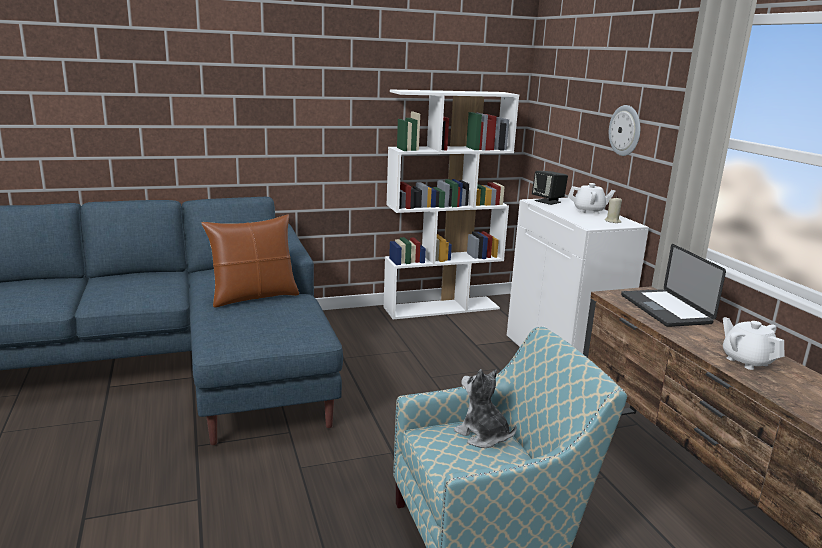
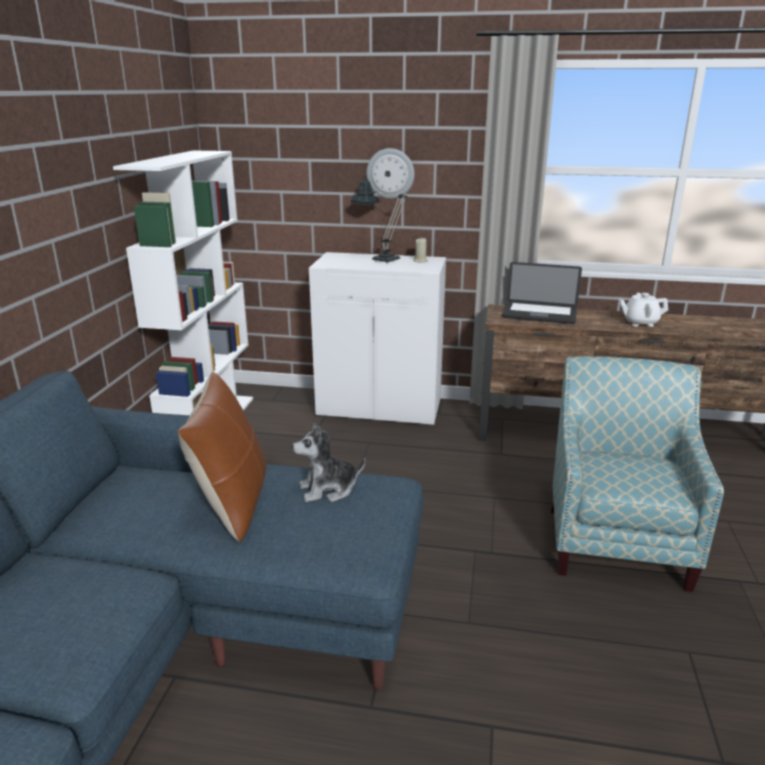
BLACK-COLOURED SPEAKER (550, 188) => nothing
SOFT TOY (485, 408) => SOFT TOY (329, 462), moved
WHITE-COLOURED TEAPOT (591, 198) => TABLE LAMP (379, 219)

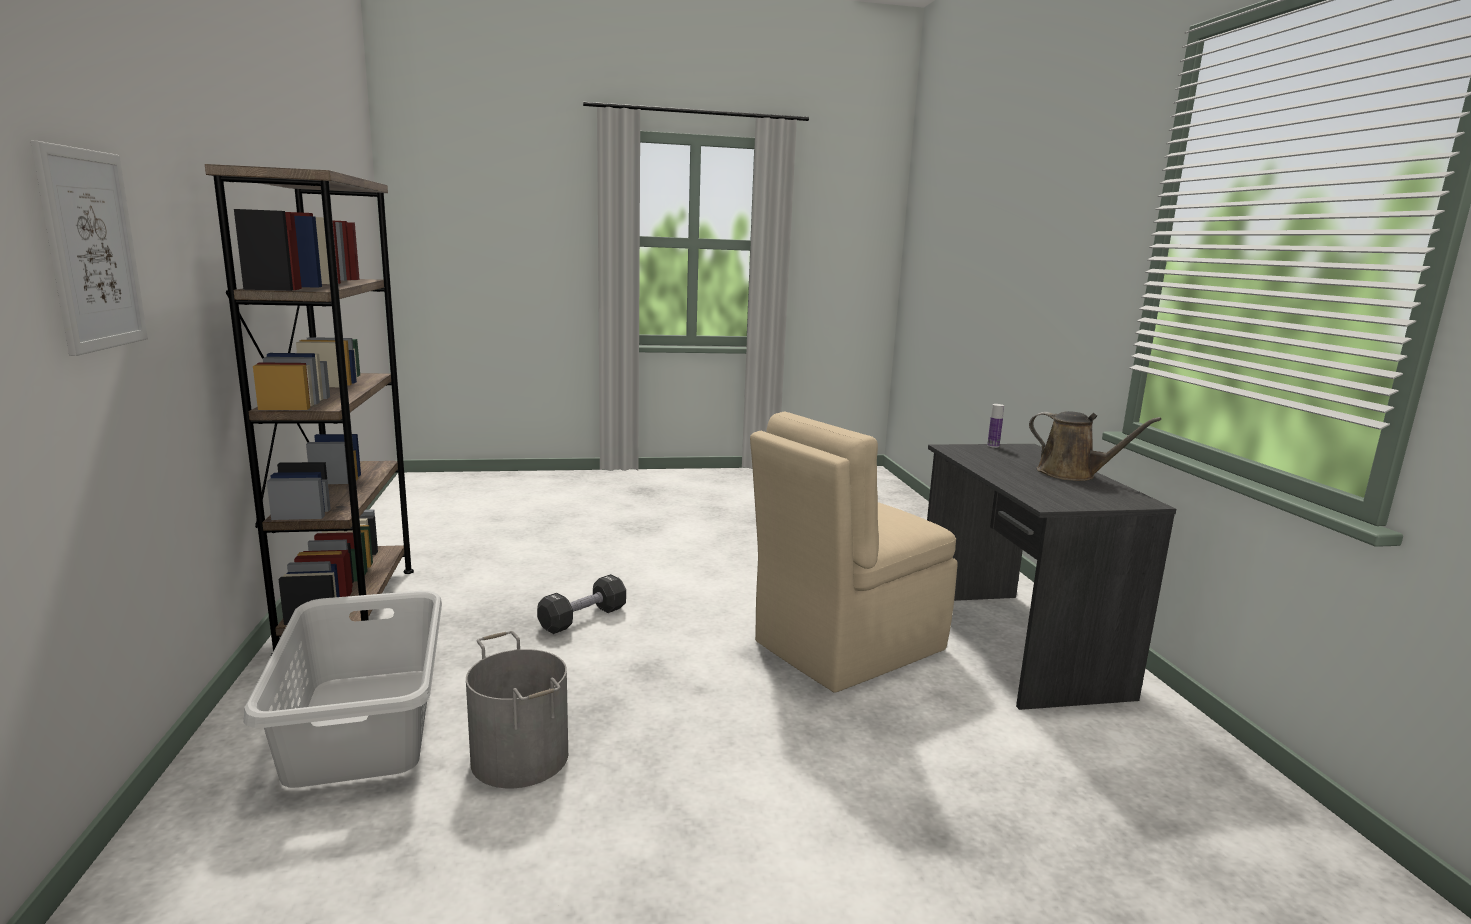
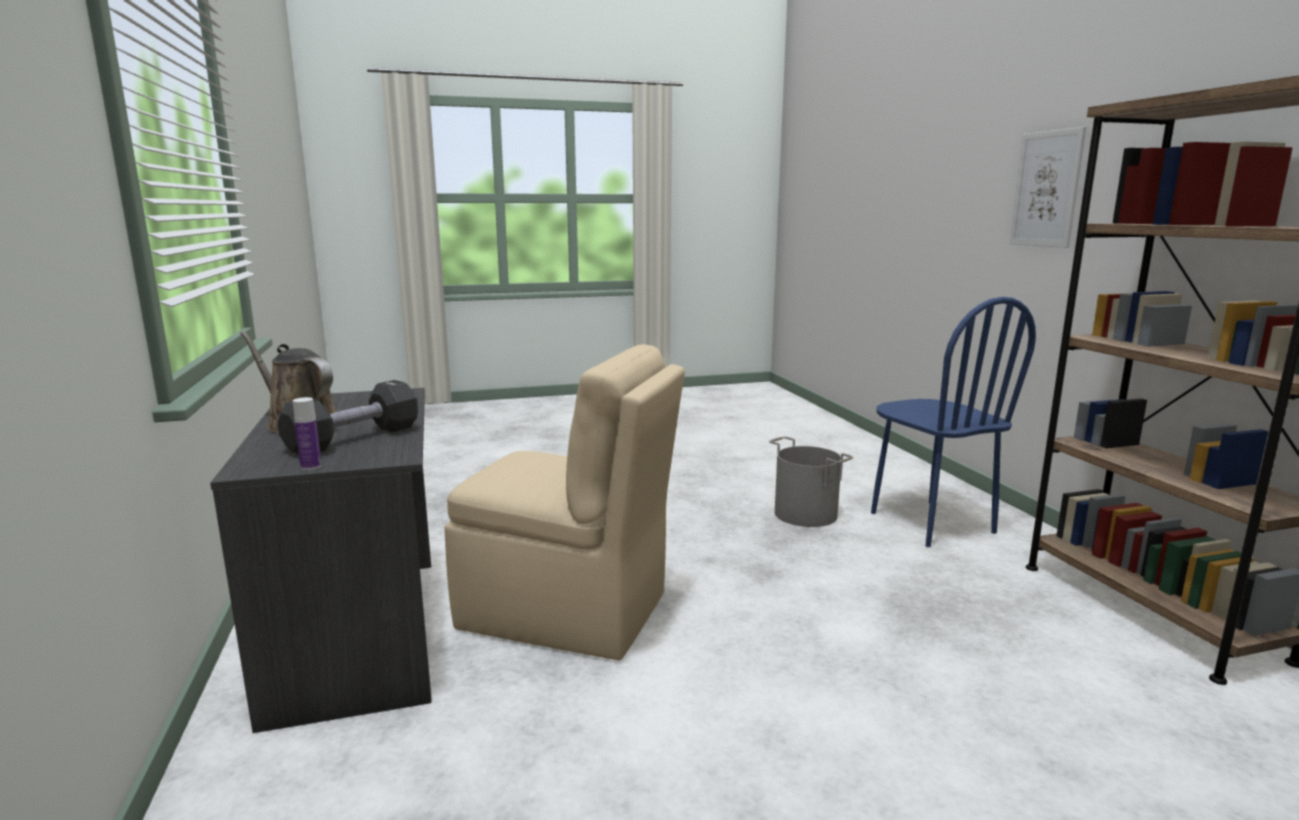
BLACK-COLOURED FREE WEIGHT (581, 604) => BLACK-COLOURED FREE WEIGHT (348, 417), moved
GRAY HAMPER (342, 689) => BLUE-COLOURED PLAIN CHAIR (953, 422)
BEIGE PLAIN CHAIR (854, 552) => BEIGE PLAIN CHAIR (564, 502), 60 degrees clockwise

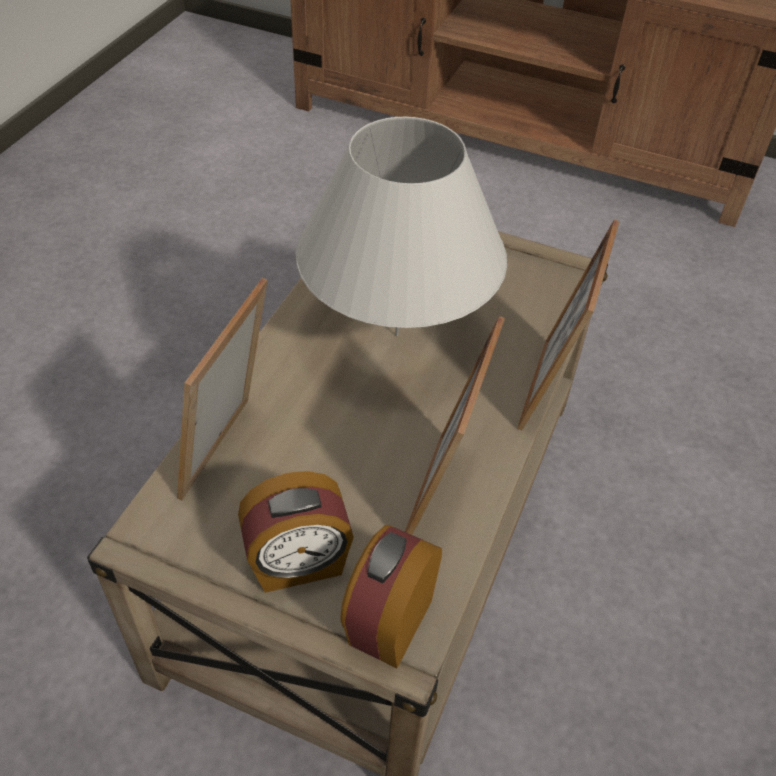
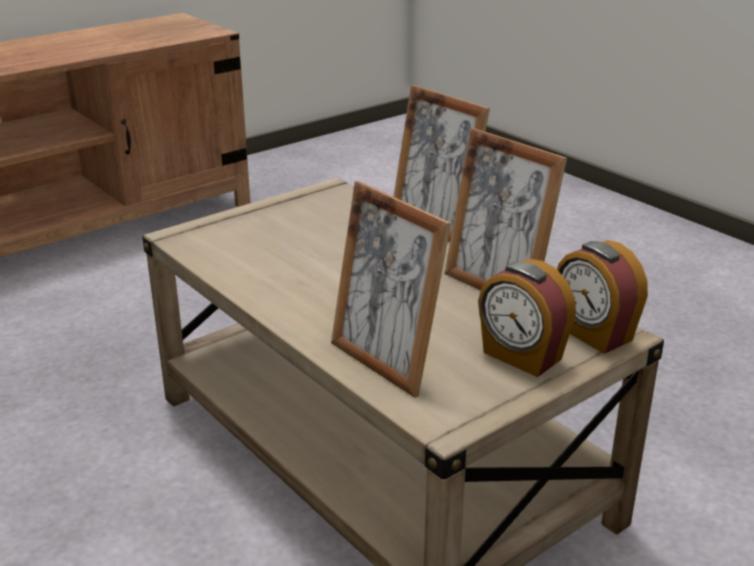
WHITE-COLOURED TABLE LAMP (401, 226) => nothing
TABLE CLOCK (296, 532) => TABLE CLOCK (527, 318), 120 degrees clockwise

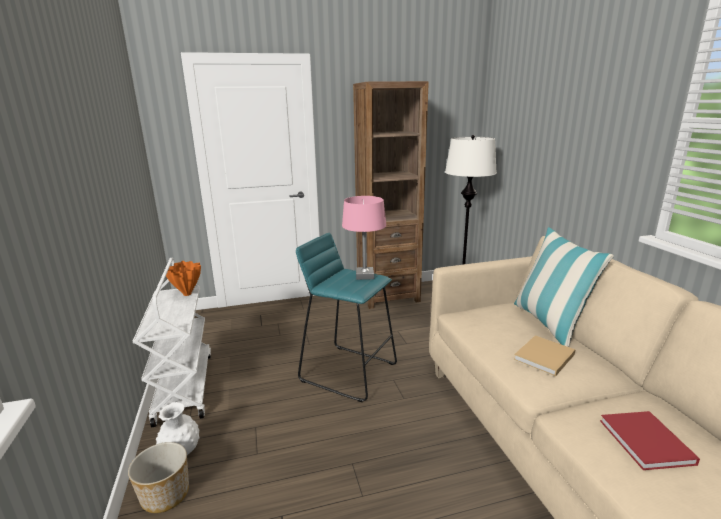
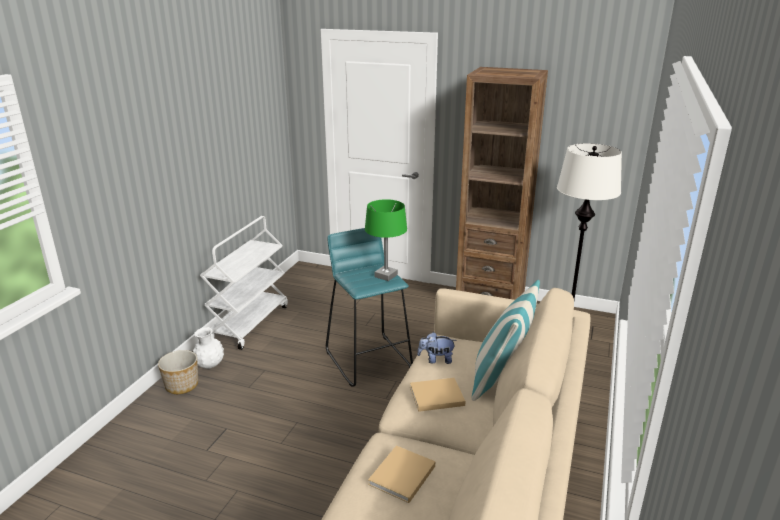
ORANGE DECORATIVE VASE (183, 278) => nothing
nothing => SOFT TOY (437, 348)
PINK-COLOURED TABLE LAMP (364, 238) => GREEN-COLOURED TABLE LAMP (386, 240)
REDDISH VOLUME (650, 440) => BEIGE VOLUME (401, 474)

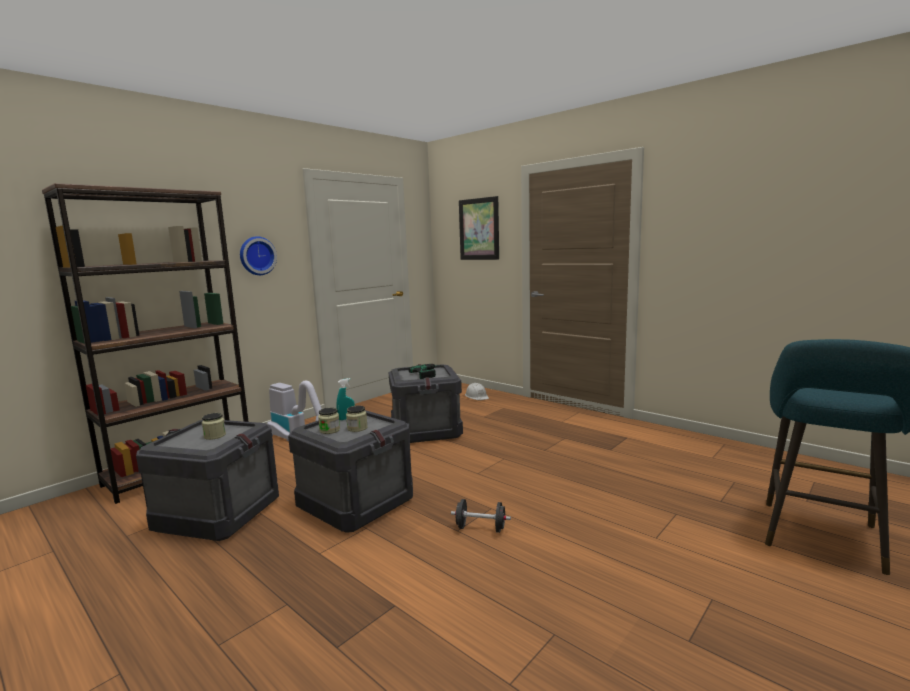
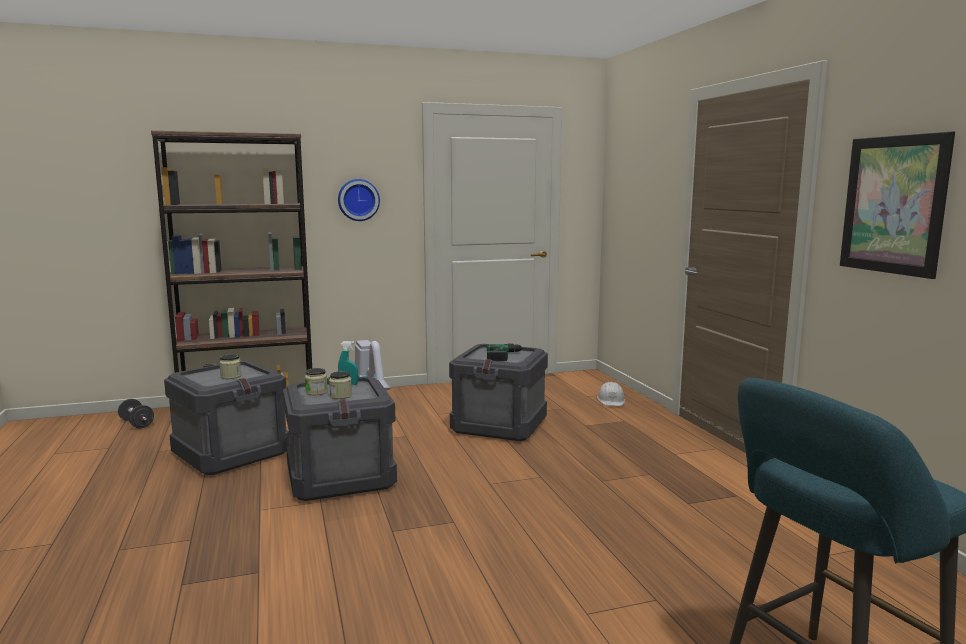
BLACK-COLOURED FREE WEIGHT (481, 516) => BLACK-COLOURED FREE WEIGHT (136, 413), moved
PICTURE (479, 228) => PICTURE (897, 205), moved

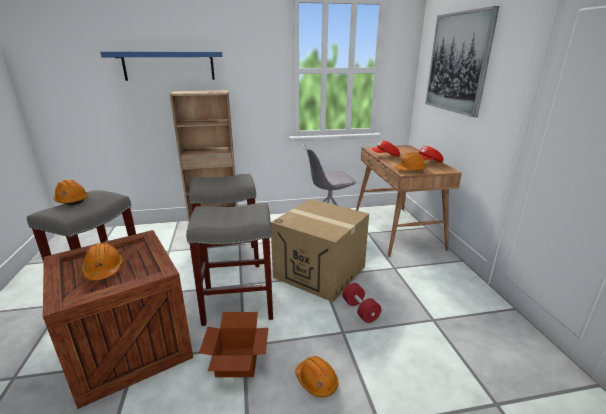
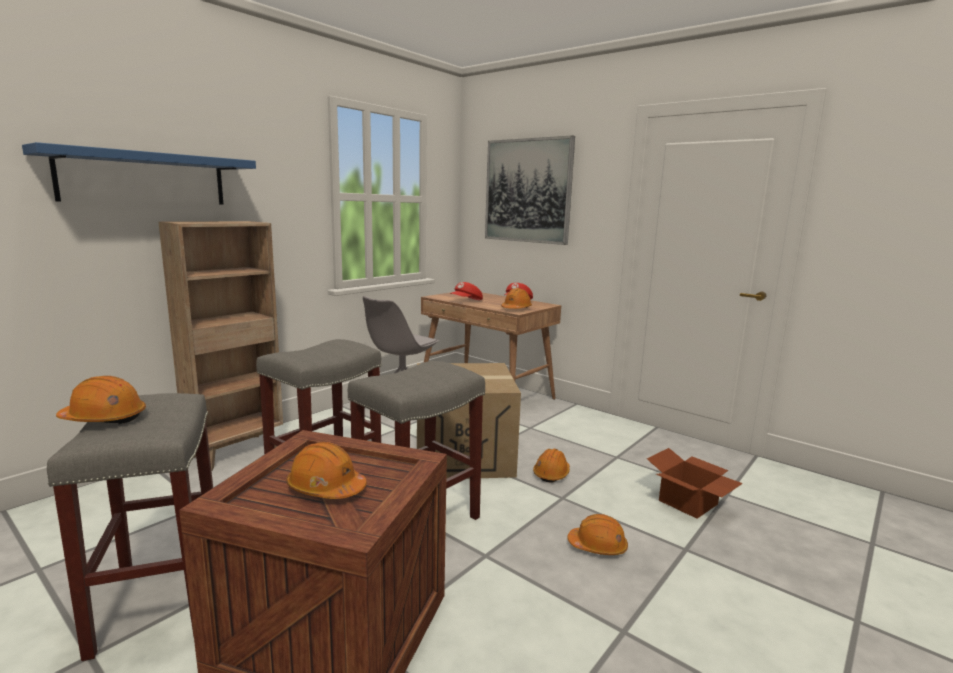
PACKING BOX (234, 344) => PACKING BOX (695, 483), moved
REDDISH FREE WEIGHT (361, 303) => ORANGE HARD HAT (551, 466)

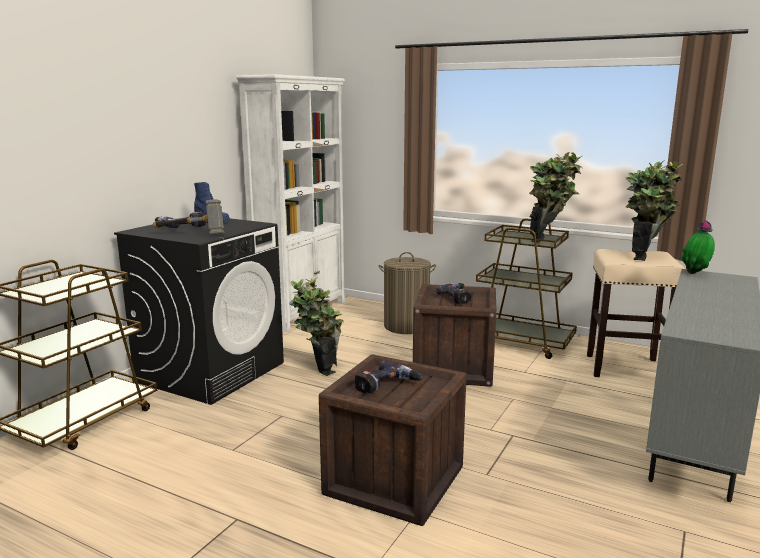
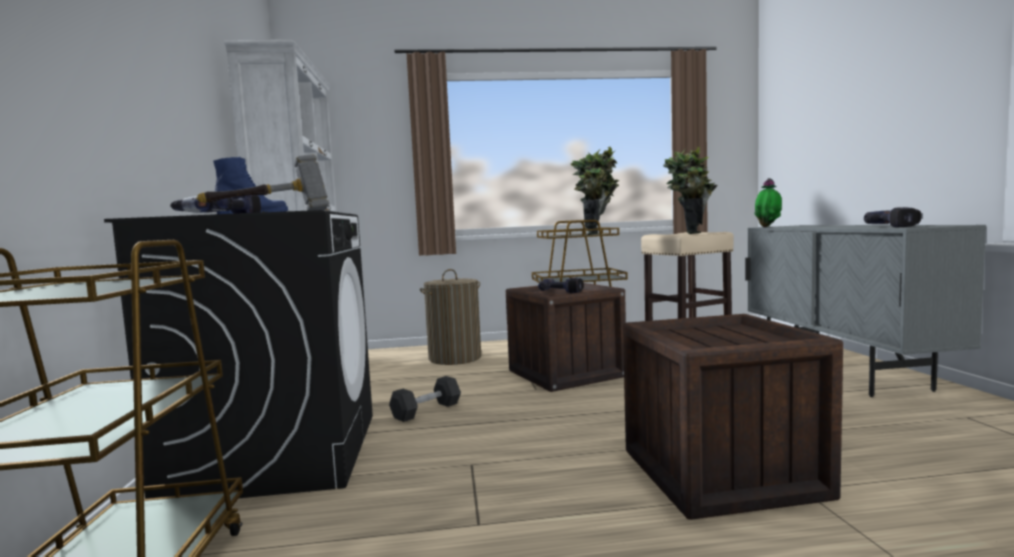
POWER DRILL (389, 377) => POWER DRILL (892, 217), moved
PLANT IN A POT (316, 327) => BLACK-COLOURED FREE WEIGHT (425, 399)

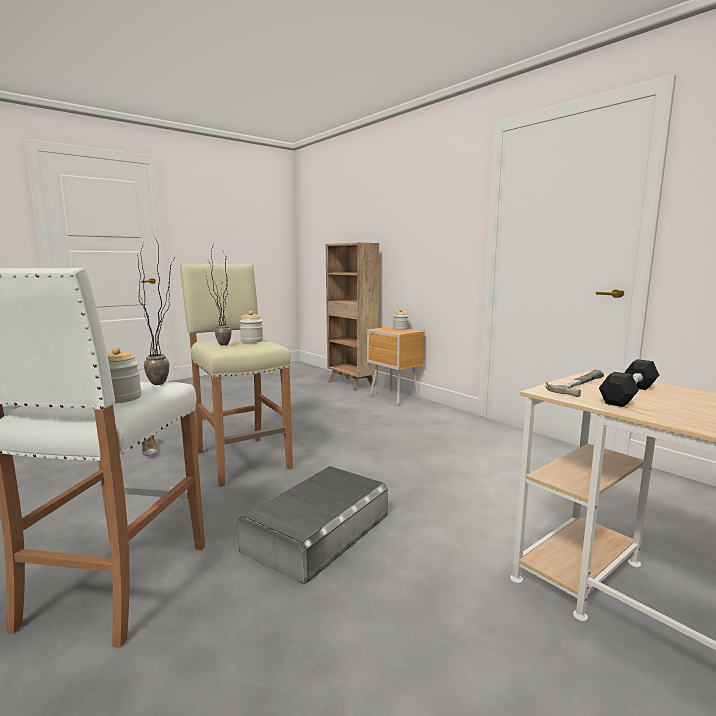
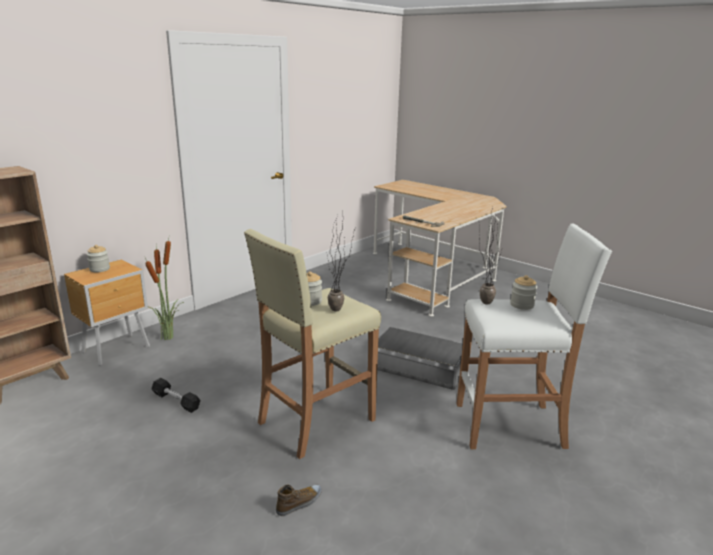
nothing => PLANT IN A POT (164, 289)
BLACK-COLOURED FREE WEIGHT (629, 383) => BLACK-COLOURED FREE WEIGHT (176, 395), moved

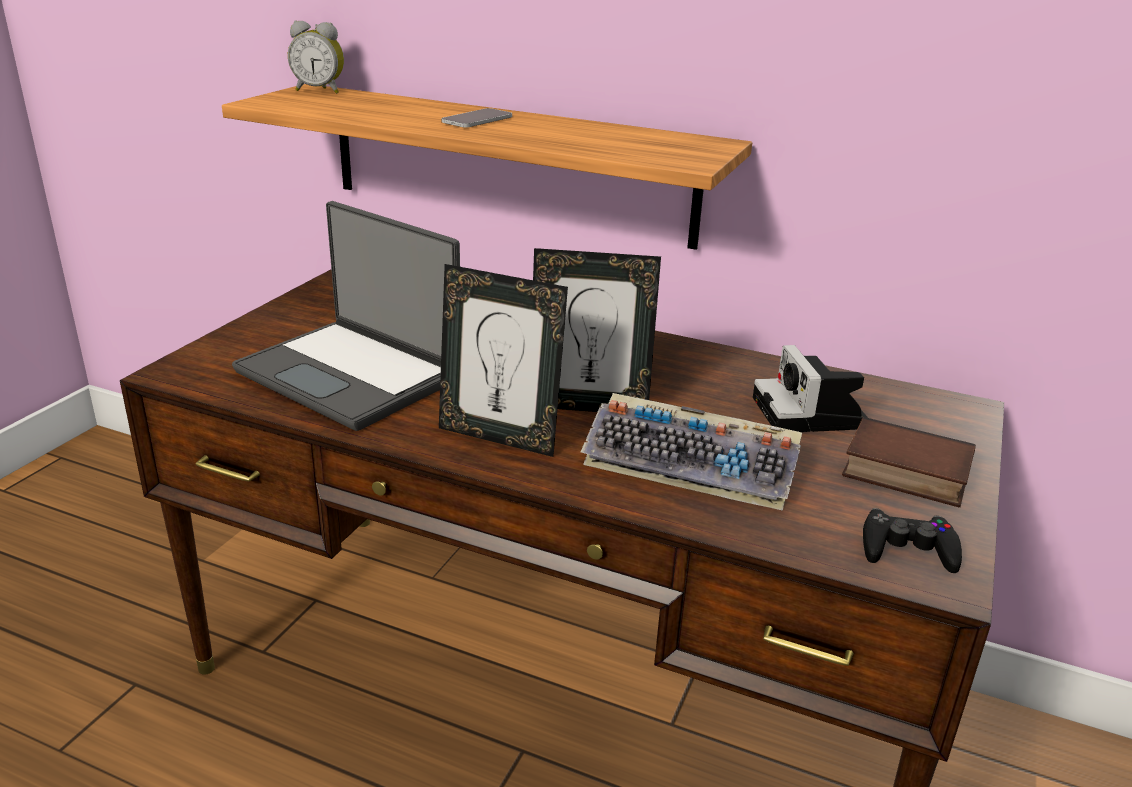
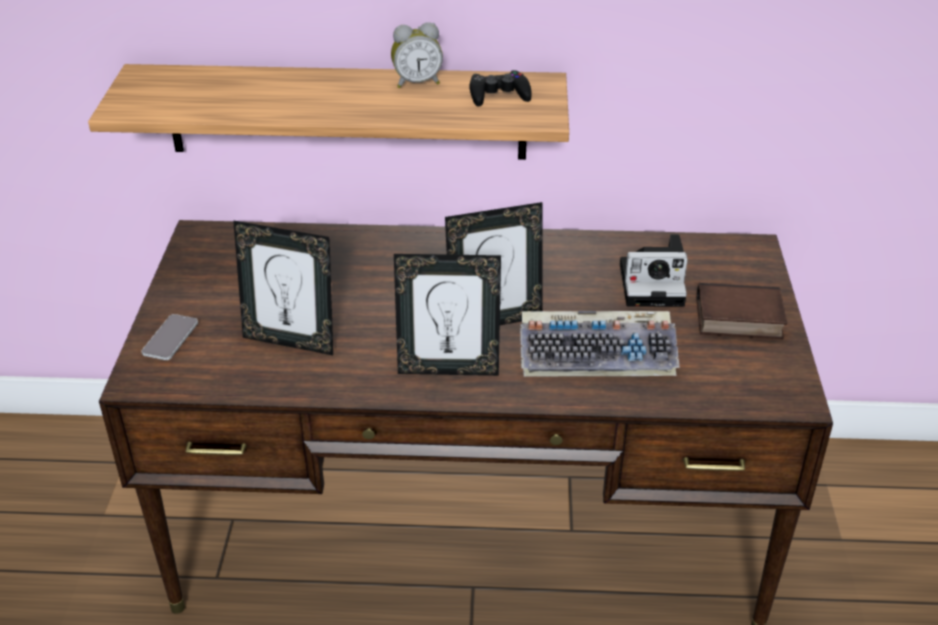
TABLE CLOCK (316, 57) => TABLE CLOCK (417, 55), moved
HANDSET (476, 118) => HANDSET (169, 337), moved
BLACK-COLOURED GAMEPAD (912, 540) => BLACK-COLOURED GAMEPAD (500, 88), moved
PORTABLE COMPUTER (346, 316) => STANDING FRAME (283, 287)
PHOTO CAMERA (810, 388) => PHOTO CAMERA (654, 270), 60 degrees counterclockwise

